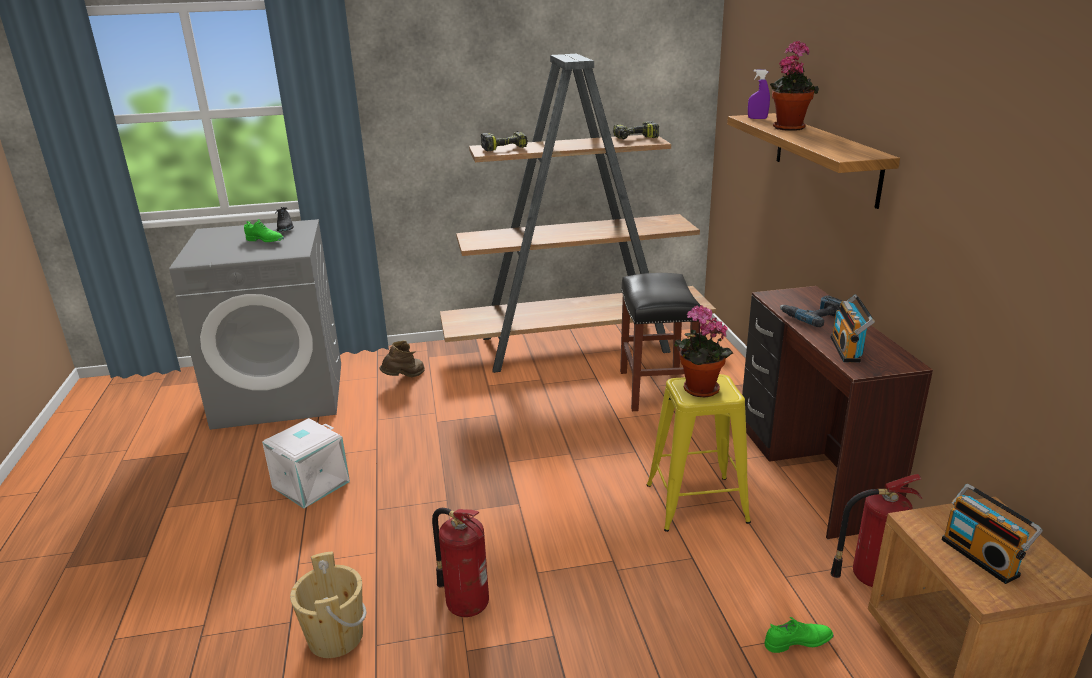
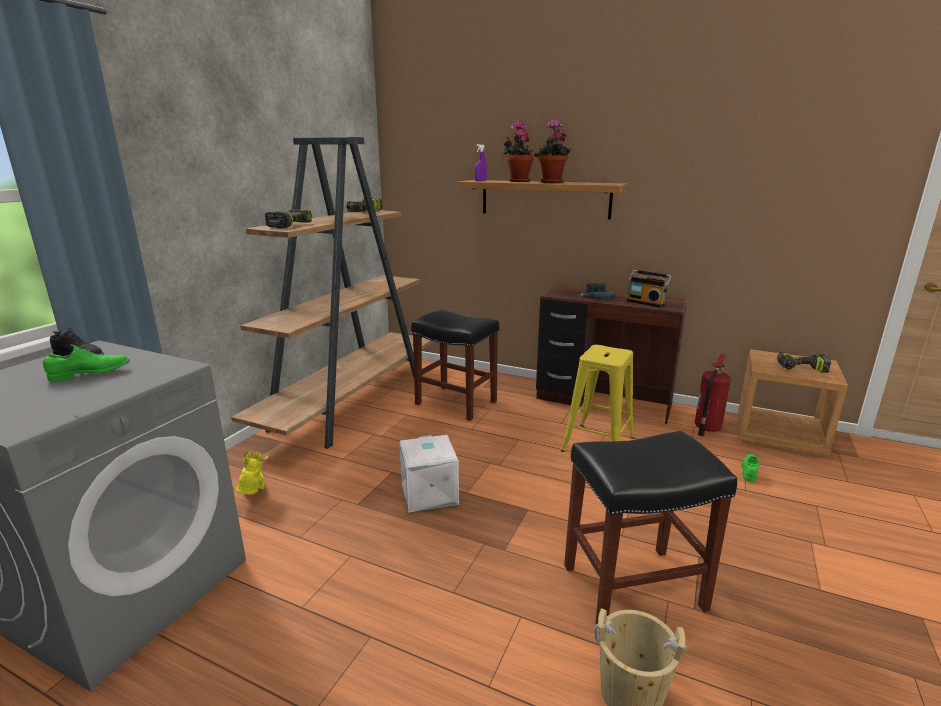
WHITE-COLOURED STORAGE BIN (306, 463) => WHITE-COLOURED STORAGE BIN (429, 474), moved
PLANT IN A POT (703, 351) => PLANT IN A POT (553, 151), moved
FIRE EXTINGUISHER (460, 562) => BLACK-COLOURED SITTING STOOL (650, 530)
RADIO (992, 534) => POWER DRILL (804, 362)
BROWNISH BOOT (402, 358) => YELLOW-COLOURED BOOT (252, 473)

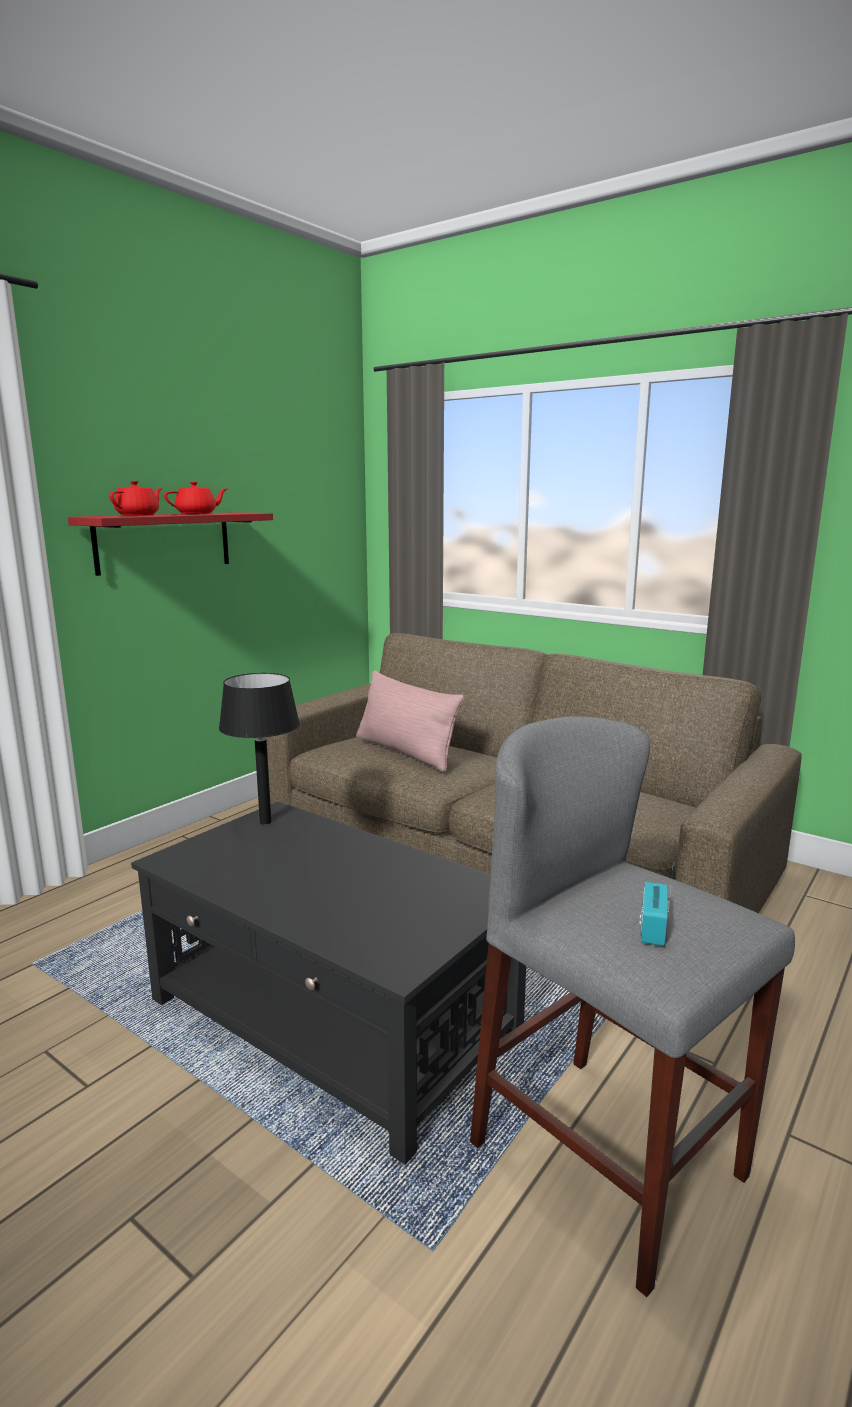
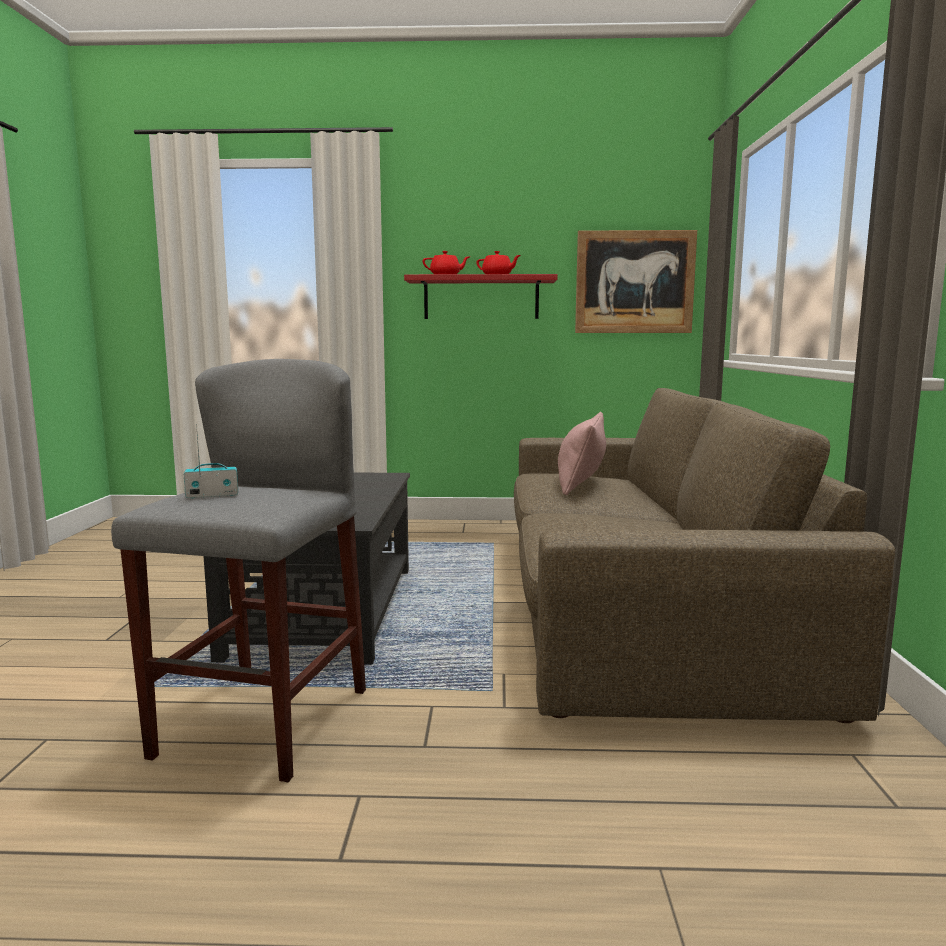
BLACK-COLOURED TABLE LAMP (259, 749) => nothing
nothing => PICTURE (636, 281)

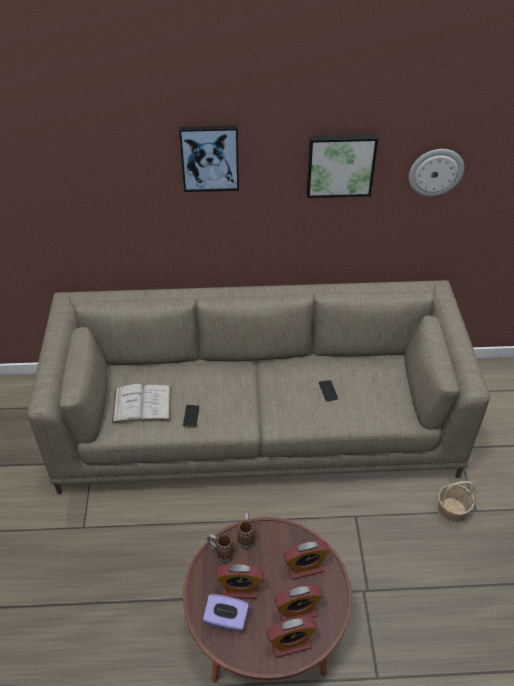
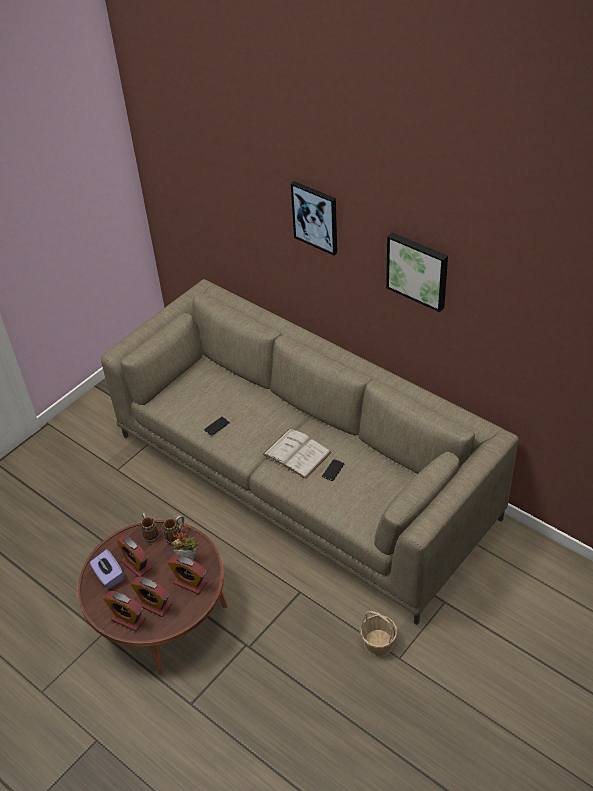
HANGING CLOCK (436, 172) => nothing
nothing => PLANT IN A POT (184, 541)
WHITE-COLOURED VOLUME (141, 403) => WHITE-COLOURED VOLUME (297, 454), moved

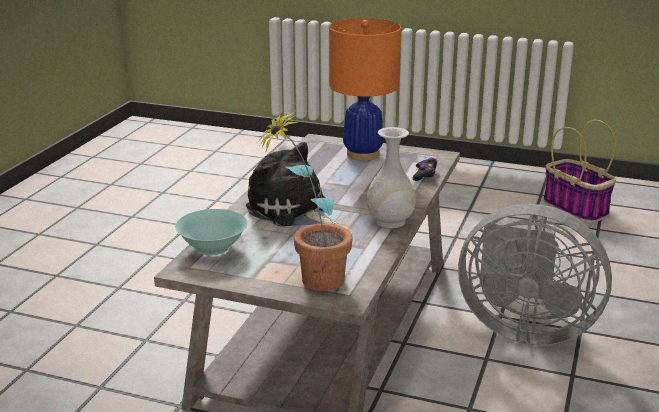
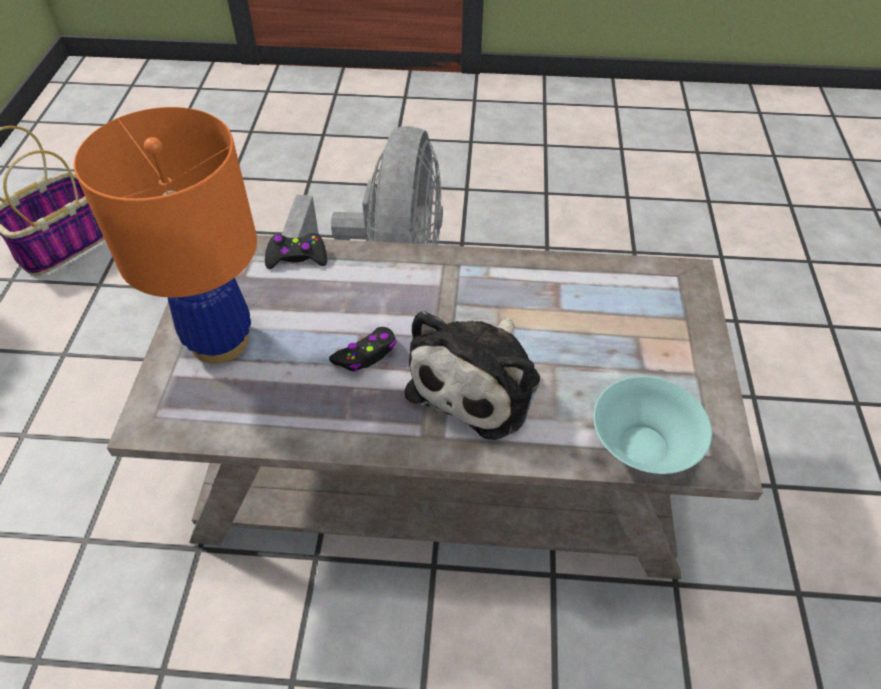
PLANT IN A POT (305, 200) => nothing
WHITE-COLOURED DECORATIVE VASE (391, 177) => nothing
nothing => BLACK-COLOURED GAMEPAD (363, 349)

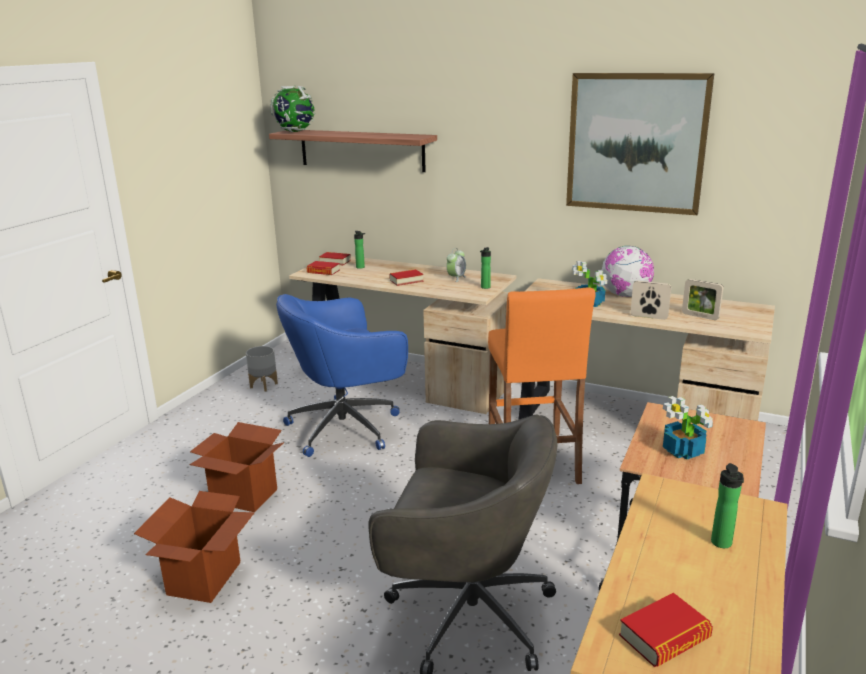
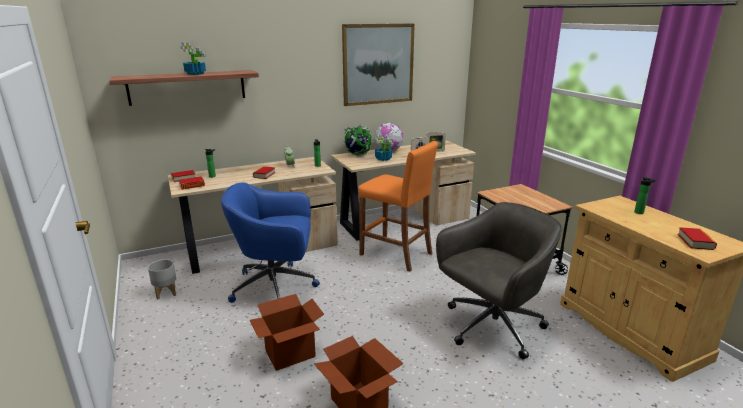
DESK GLOBE (292, 108) => DESK GLOBE (358, 140), moved
PLANT IN A POT (688, 428) => PLANT IN A POT (193, 59), moved
BLUE-COLOURED DESK CHAIR (342, 375) => BLUE-COLOURED DESK CHAIR (270, 242), 75 degrees clockwise

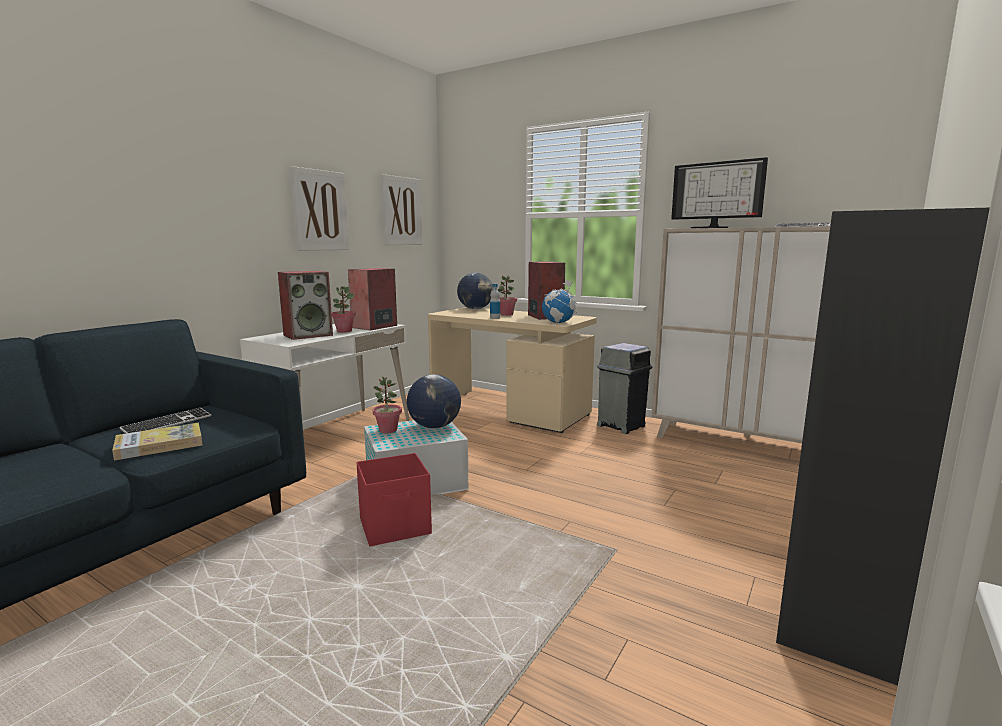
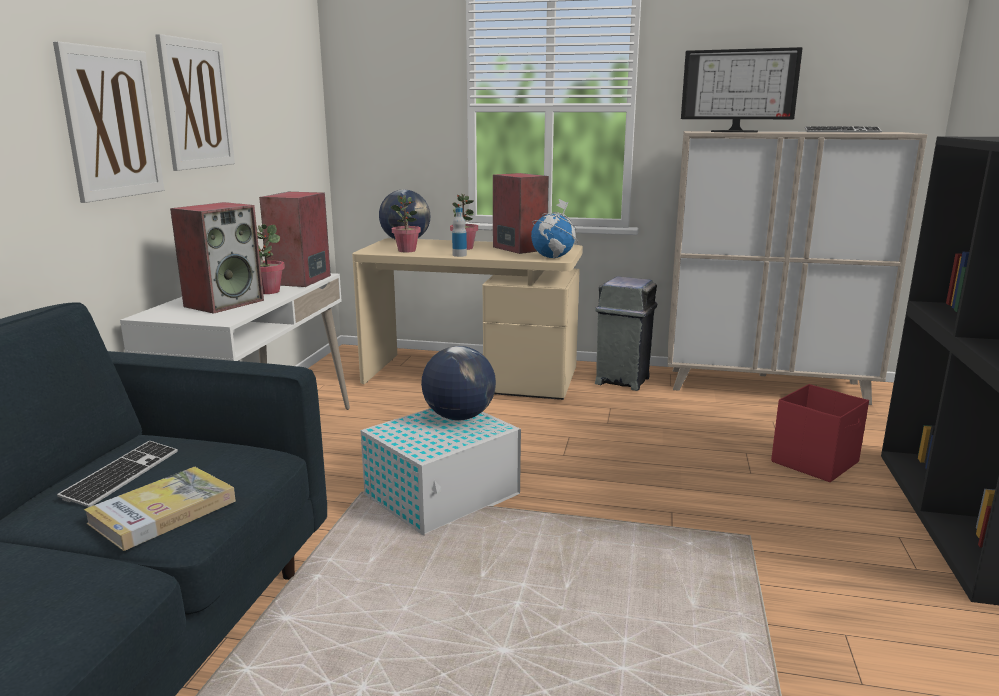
REDDISH STORAGE BIN (394, 499) => REDDISH STORAGE BIN (820, 433), moved
PLANT IN A POT (387, 404) => PLANT IN A POT (405, 223), moved
PICTURE (401, 209) => PICTURE (108, 122), moved

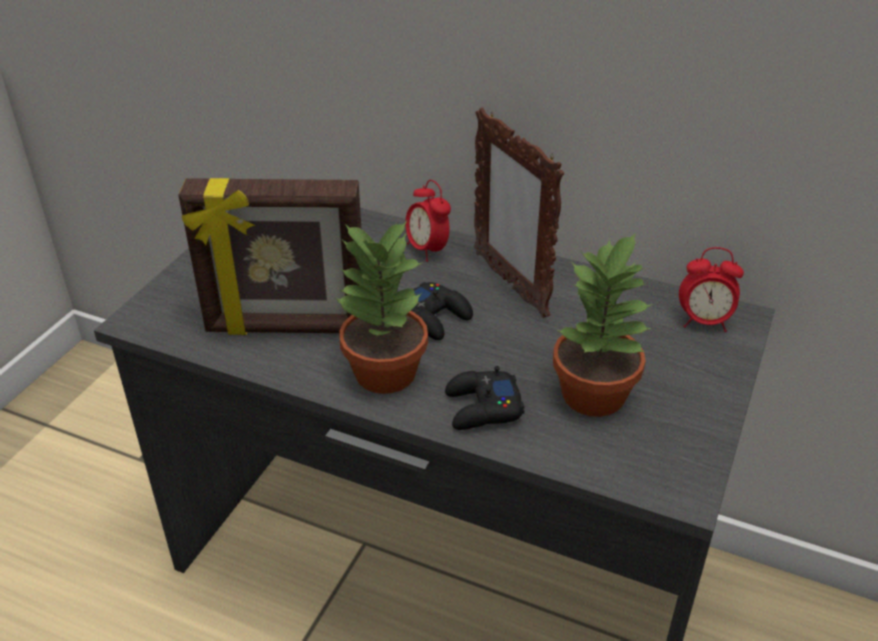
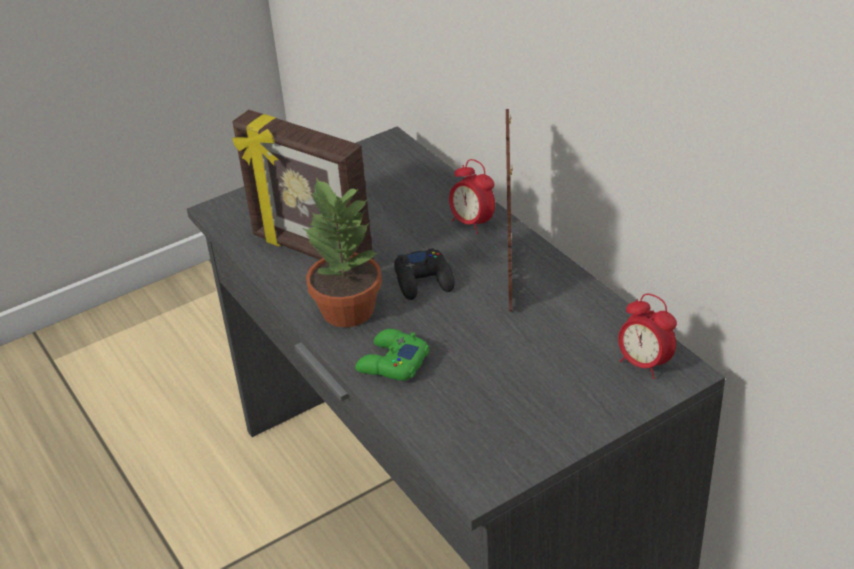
PLANT IN A POT (603, 324) => nothing
BLACK-COLOURED GAMEPAD (485, 398) => GREEN-COLOURED GAMEPAD (392, 355)
TABLE CLOCK (428, 221) => TABLE CLOCK (472, 196), 45 degrees counterclockwise

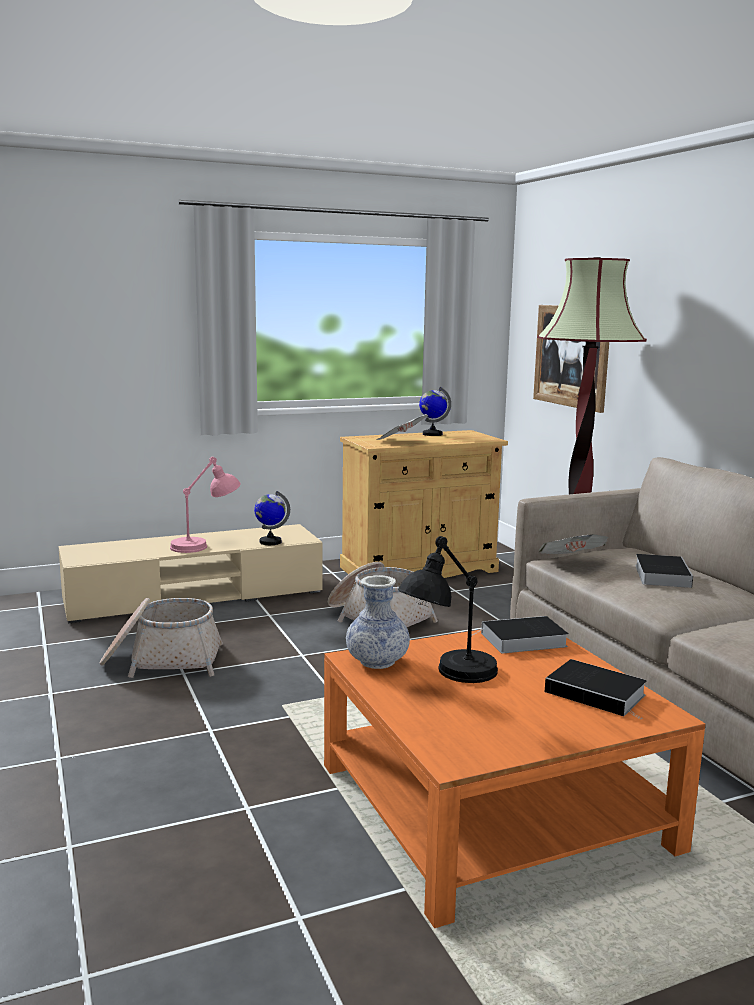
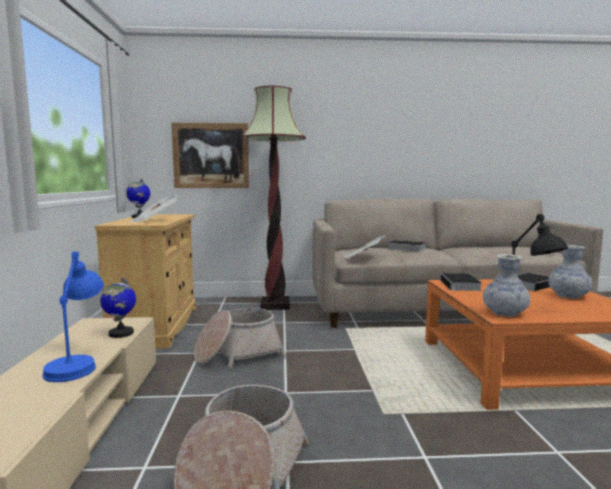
nothing => DECORATIVE VASE (570, 272)
PINK-COLOURED TABLE LAMP (205, 505) => BLUE-COLOURED TABLE LAMP (73, 317)

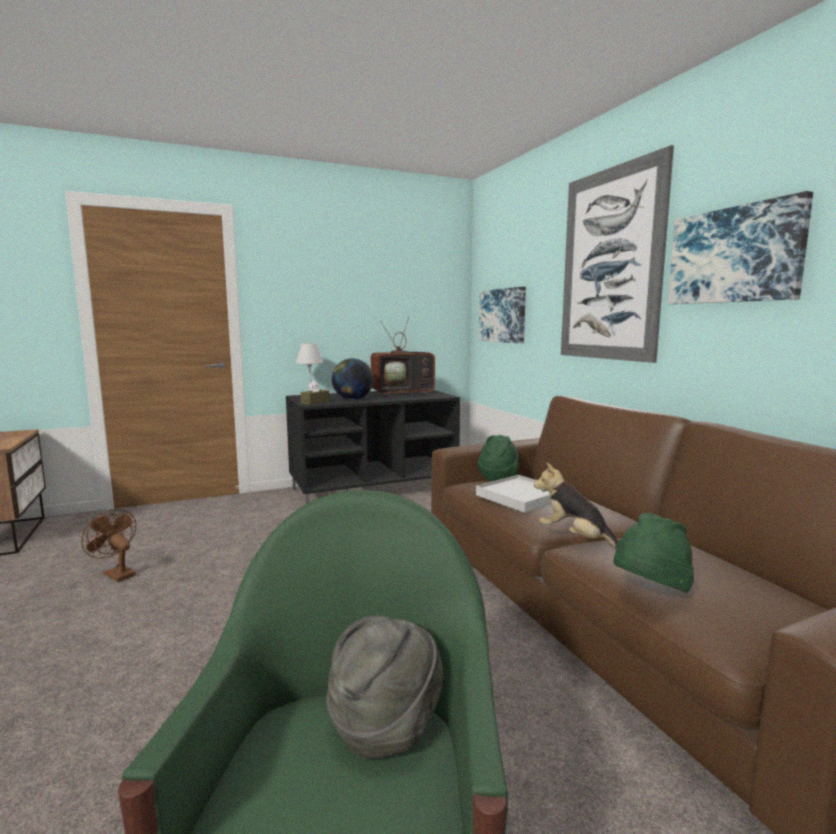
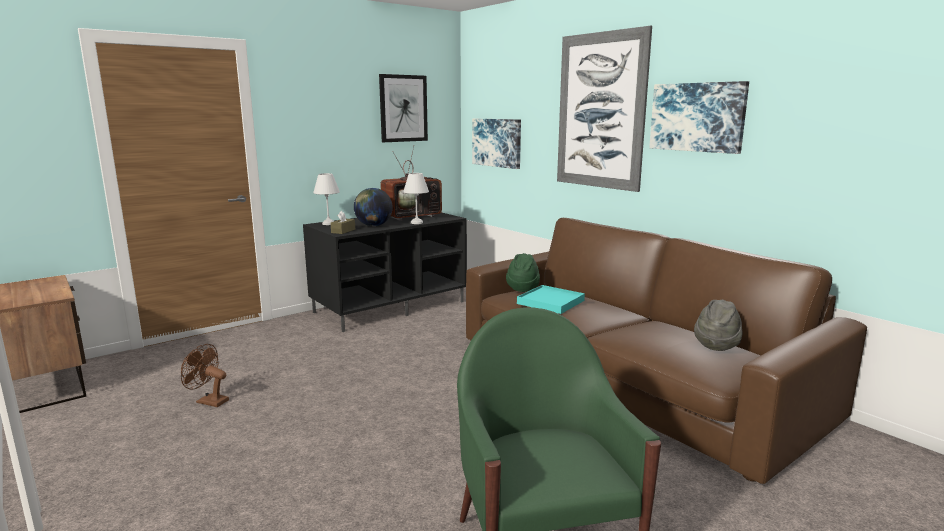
SOFT TOY (576, 505) => nothing
GREEN-COLOURED HAT (654, 553) => nothing
nothing => PICTURE (403, 108)
nothing => WHITE-COLOURED TABLE LAMP (416, 198)
GRAY HAT (384, 687) => GRAY HAT (718, 325), moved
WHITE-COLOURED TRAY (513, 494) => TURQUOISE TRAY (551, 299)

